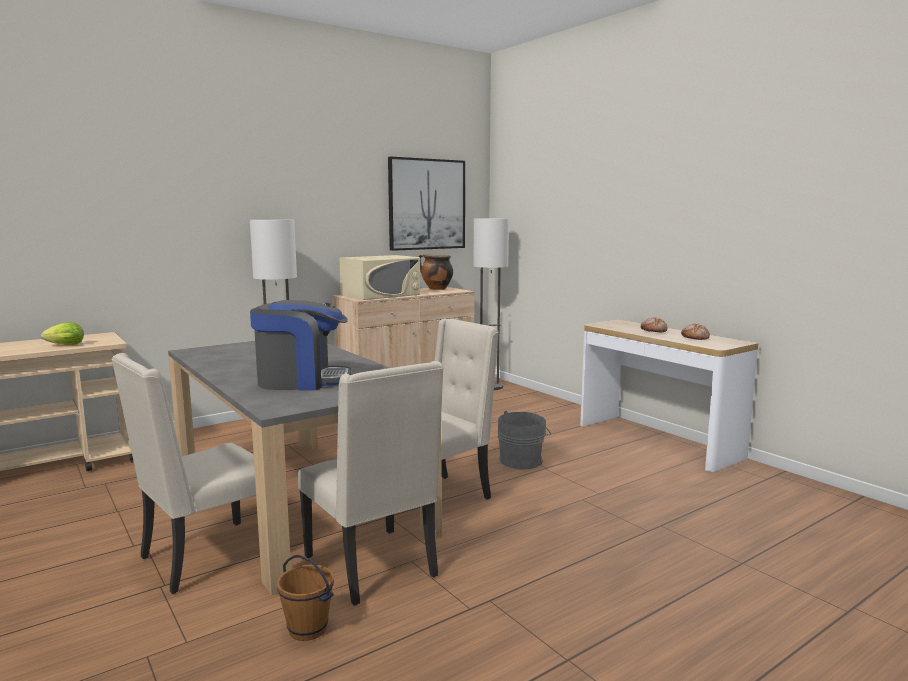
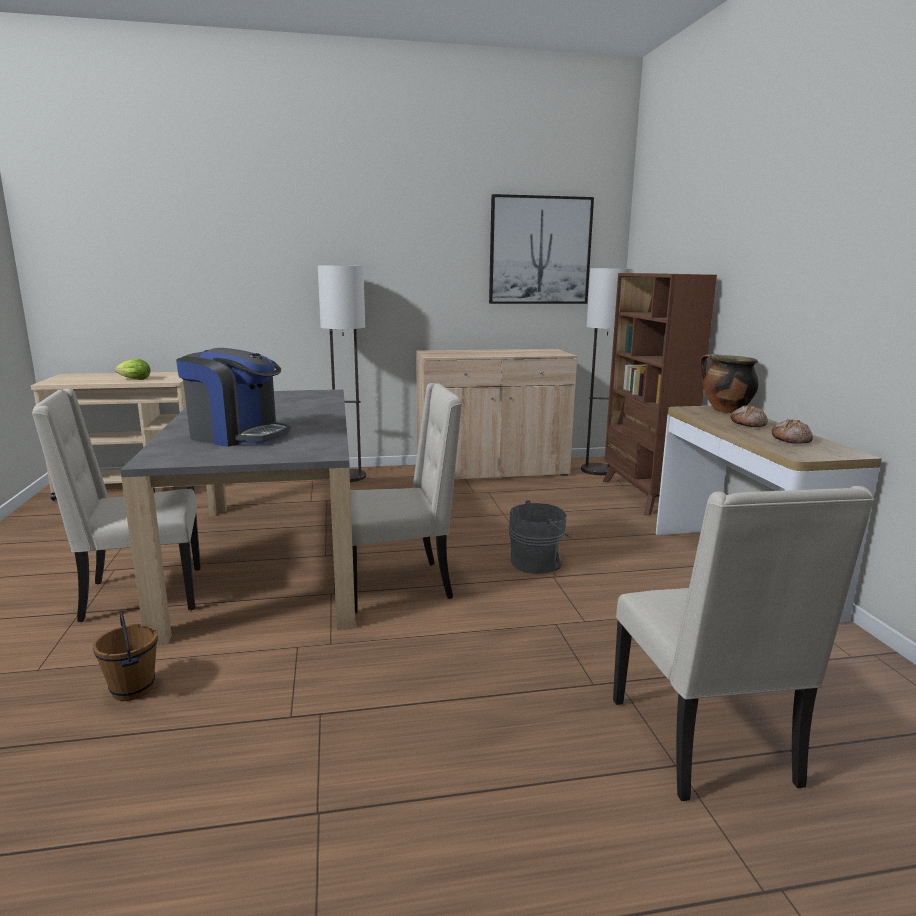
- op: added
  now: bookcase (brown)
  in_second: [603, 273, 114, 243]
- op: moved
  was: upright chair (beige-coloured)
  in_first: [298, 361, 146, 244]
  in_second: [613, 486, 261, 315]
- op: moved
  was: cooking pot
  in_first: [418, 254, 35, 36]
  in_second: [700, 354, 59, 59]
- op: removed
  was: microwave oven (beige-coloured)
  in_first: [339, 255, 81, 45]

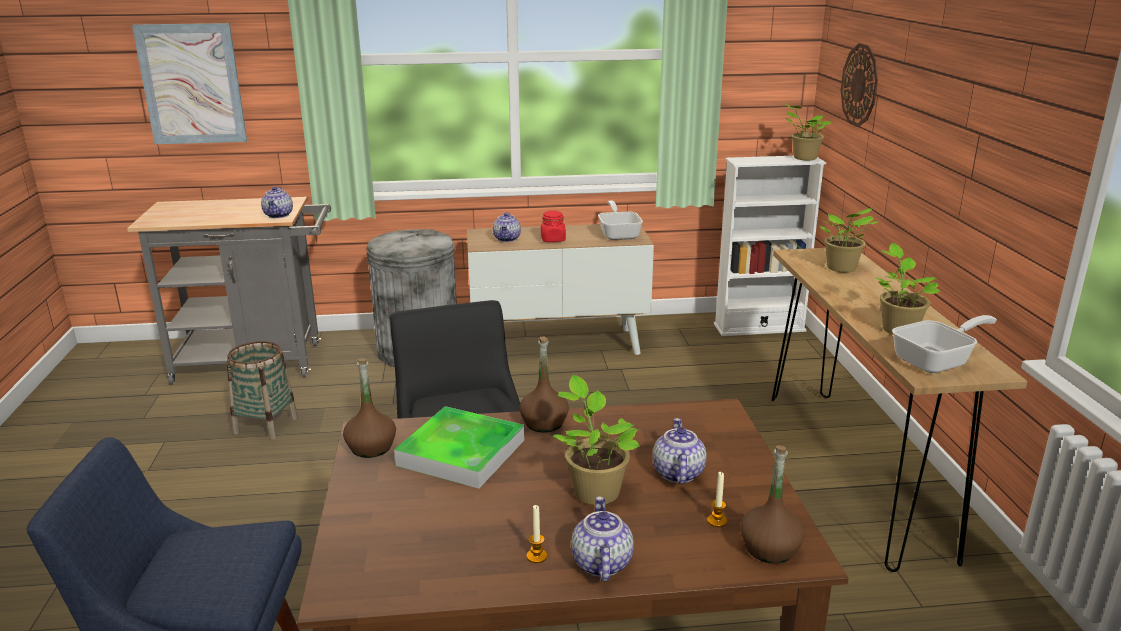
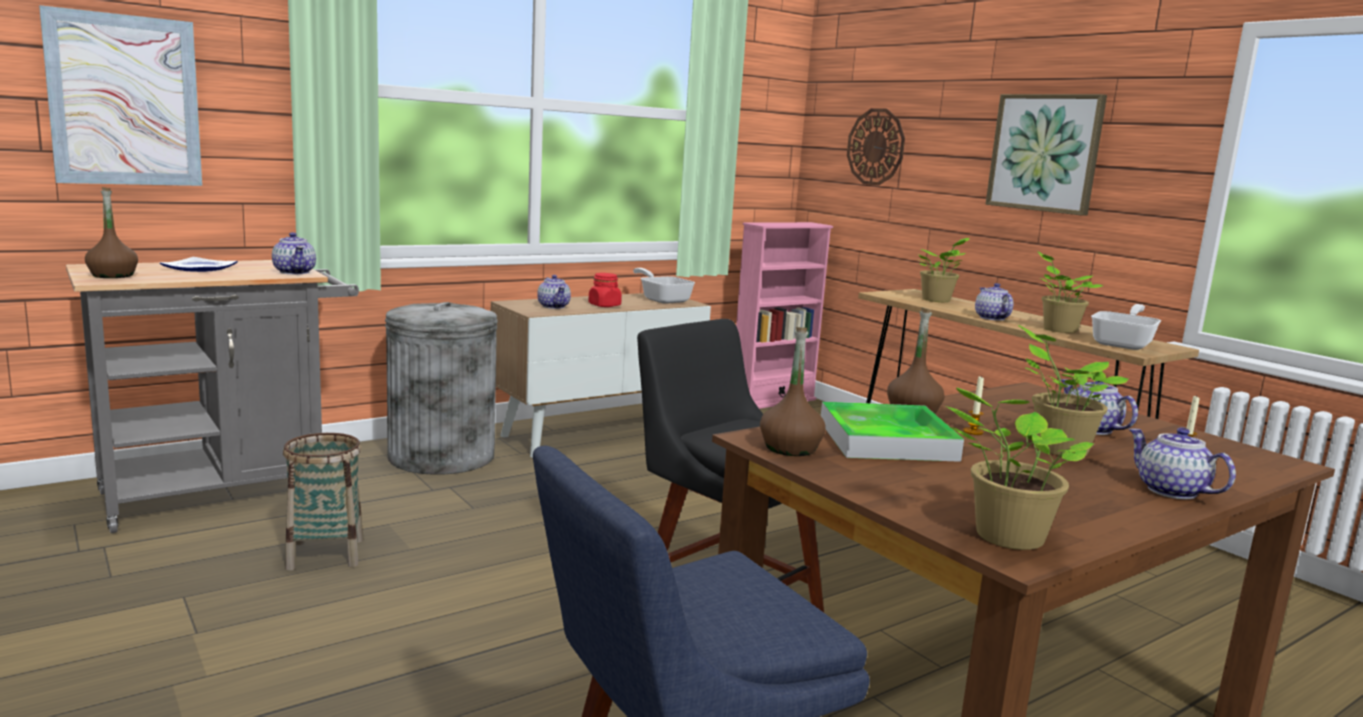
- op: moved
  was: drink bottle (brown)
  in_first: [740, 445, 64, 119]
  in_second: [85, 187, 53, 91]
- op: added
  now: dinner plate
  in_second: [160, 257, 78, 15]
- op: recoloured
  was: bookcase (whitish)
  now: bookcase (pinkish)
  in_first: [714, 156, 112, 180]
  in_second: [736, 222, 97, 187]
- op: moved
  was: plant in a pot
  in_first: [783, 103, 48, 57]
  in_second: [946, 387, 149, 163]
- op: moved
  was: wax candle
  in_first: [527, 505, 20, 58]
  in_second: [963, 375, 21, 60]
- op: added
  now: teapot
  in_second: [975, 283, 39, 38]
- op: added
  now: wall picture
  in_second: [986, 94, 121, 122]

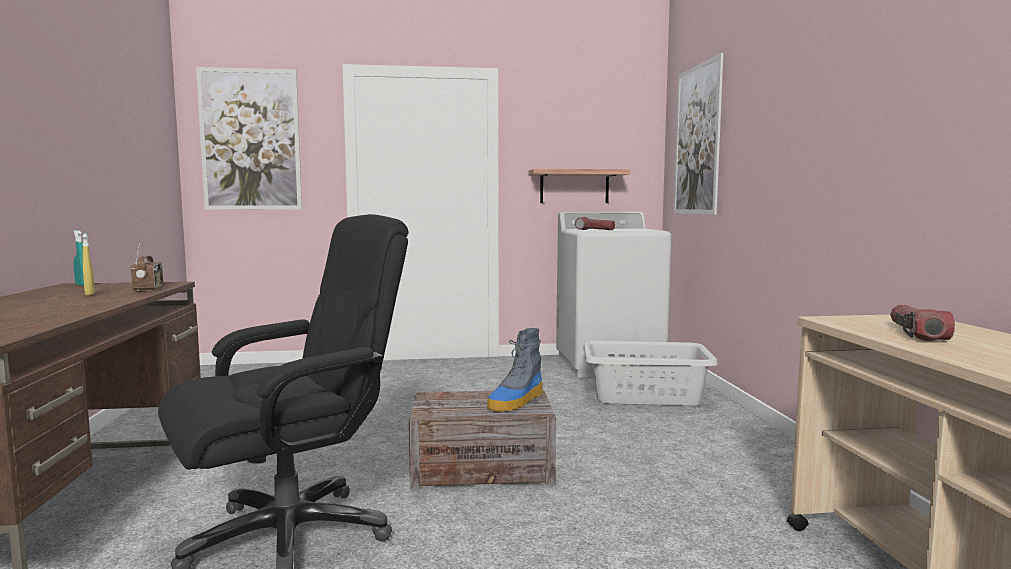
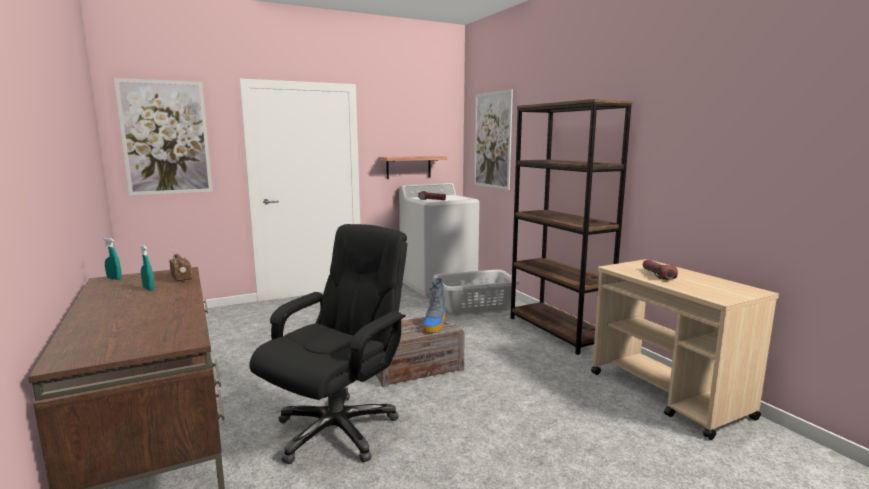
- op: recoloured
  was: sprayer (yellow)
  now: sprayer (blue-green)
  in_first: [82, 233, 13, 63]
  in_second: [139, 245, 15, 46]
- op: added
  now: bookcase (brown)
  in_second: [510, 99, 123, 256]

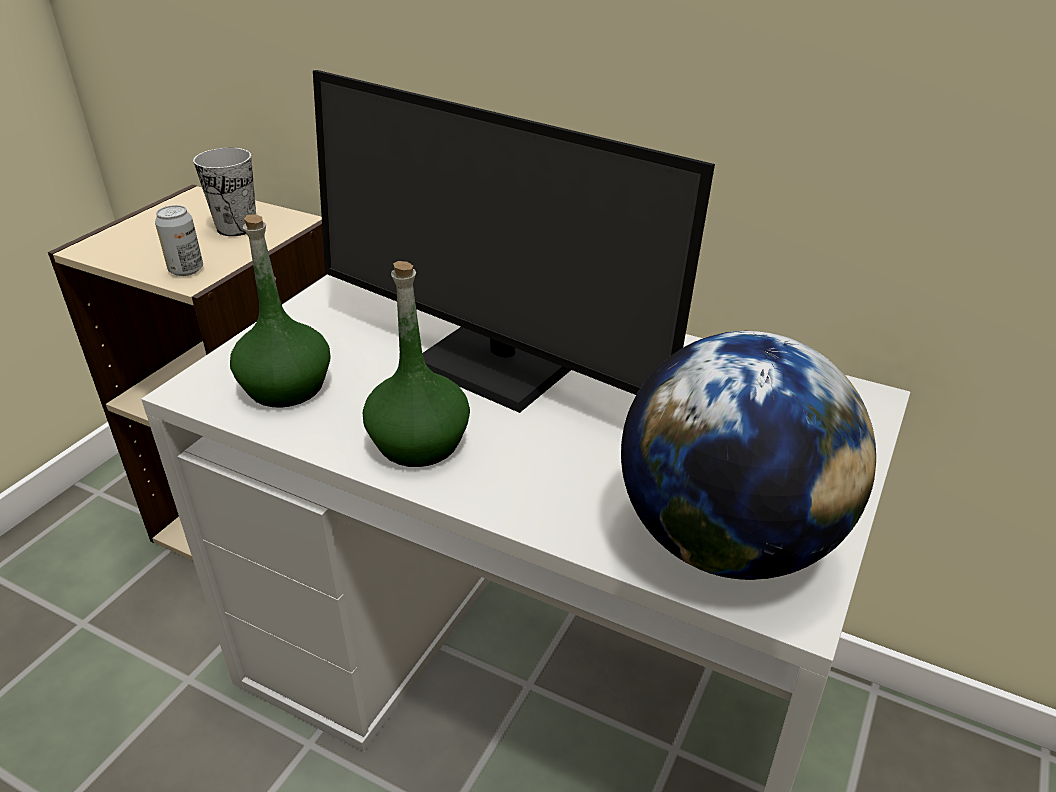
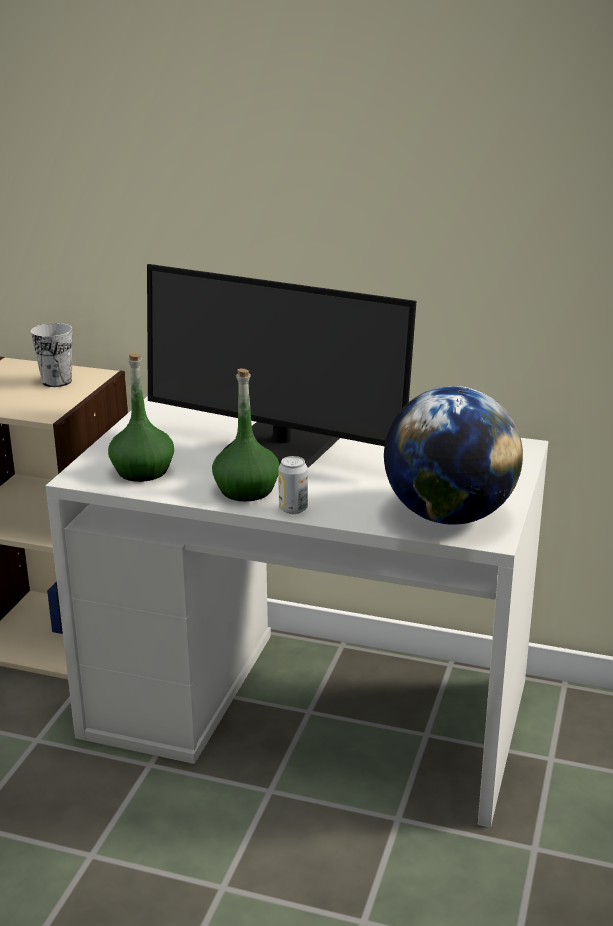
- op: moved
  was: can
  in_first: [155, 205, 48, 71]
  in_second: [278, 456, 30, 58]

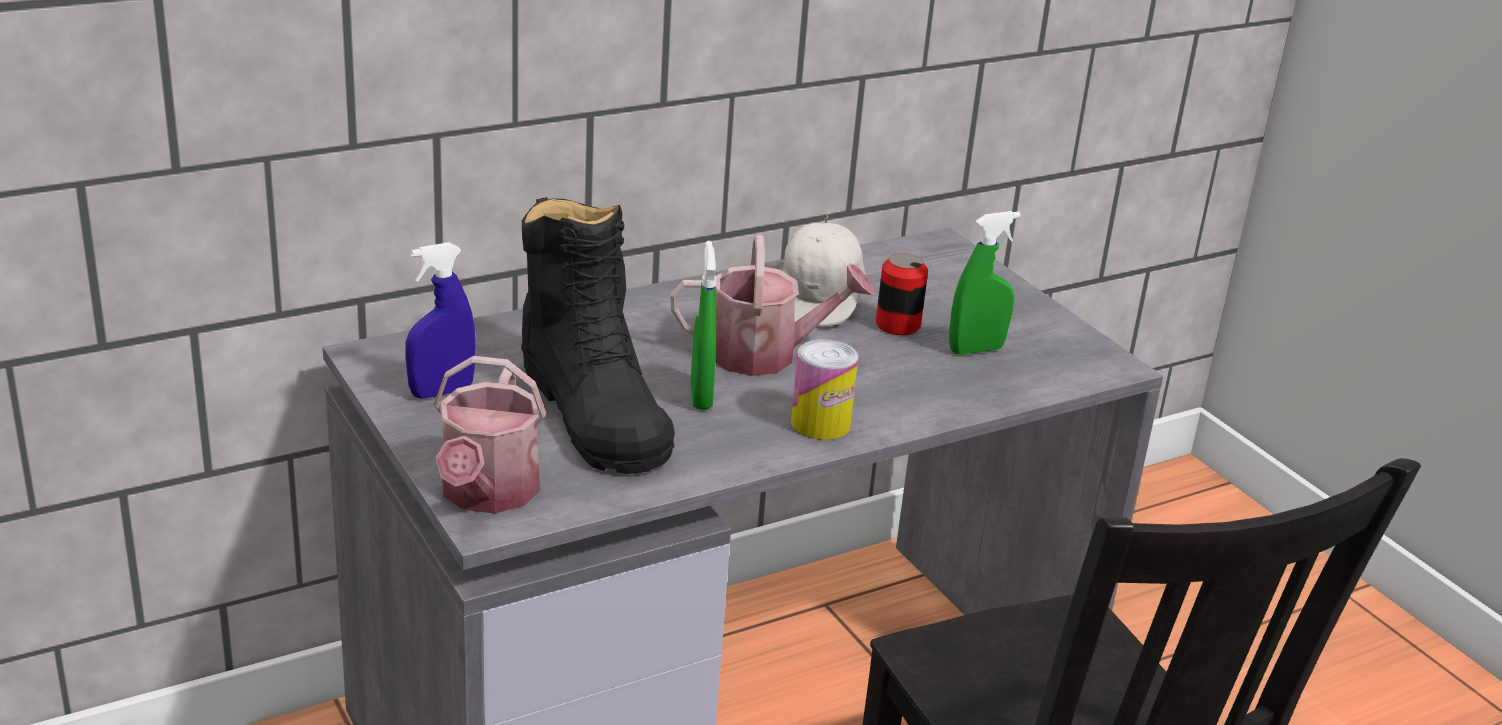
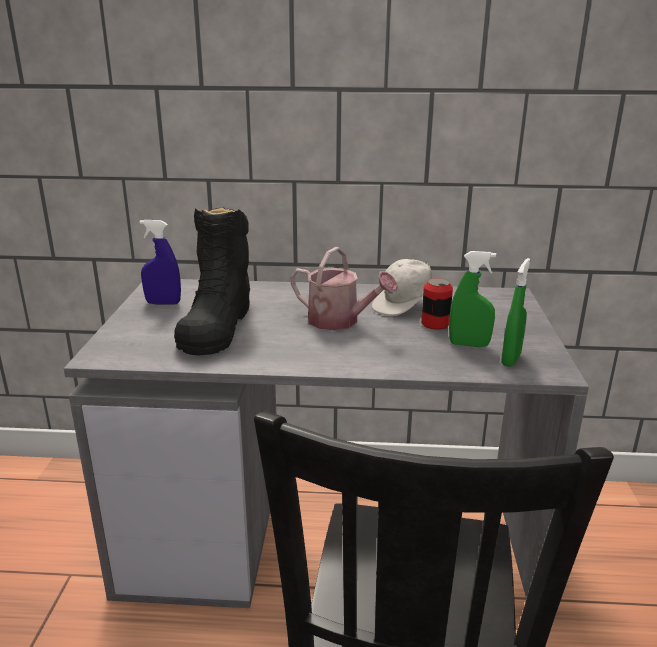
- op: moved
  was: sprayer (greenish)
  in_first: [691, 241, 25, 169]
  in_second: [501, 258, 29, 109]
- op: removed
  was: watering pot
  in_first: [434, 356, 112, 157]
- op: removed
  was: can
  in_first: [791, 339, 68, 101]

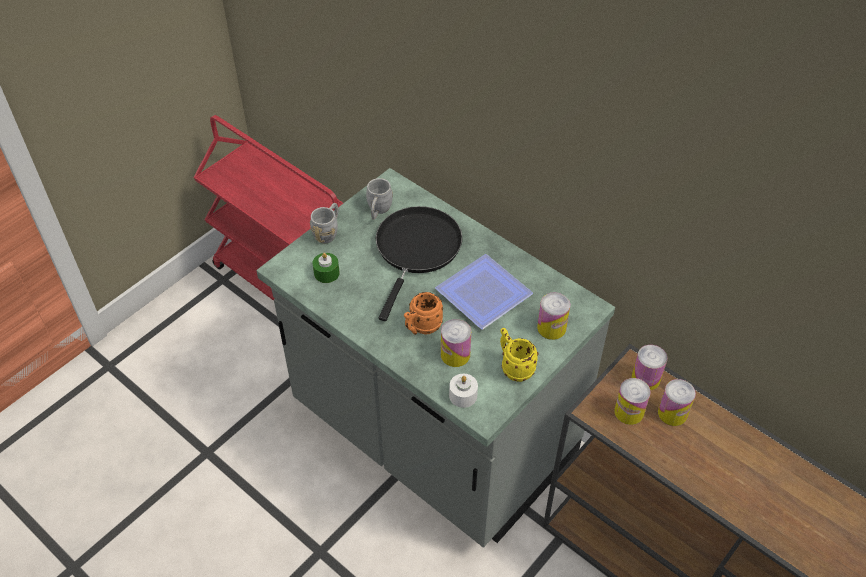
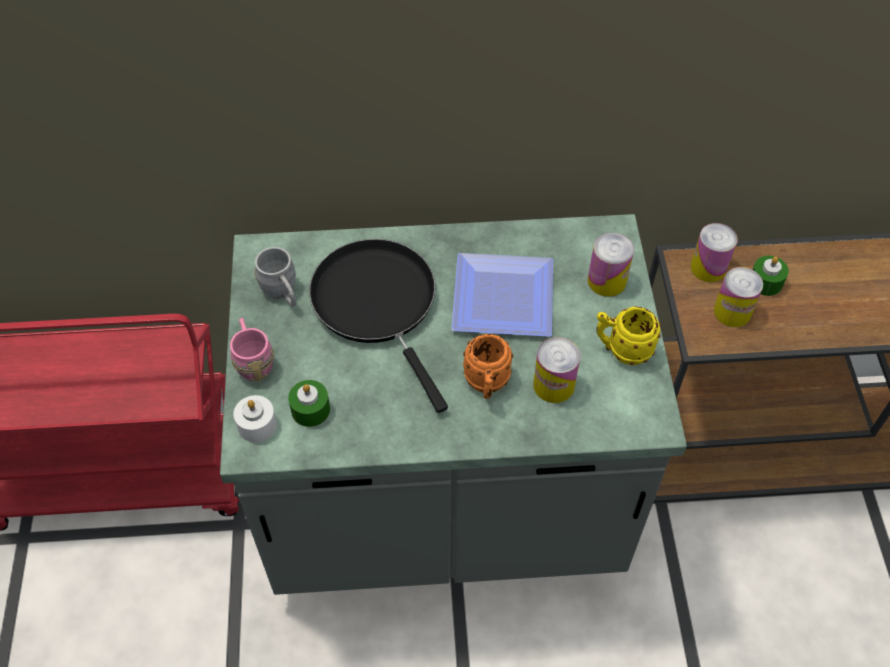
- op: recoloured
  was: mug (greyish)
  now: mug (pinkish)
  in_first: [310, 203, 28, 40]
  in_second: [230, 318, 44, 63]
- op: moved
  was: wax candle (whitish)
  in_first: [449, 374, 29, 34]
  in_second: [234, 395, 43, 48]
- op: replaced
  was: can
  now: wax candle (greenish)
  in_first: [658, 379, 38, 47]
  in_second: [752, 256, 37, 40]

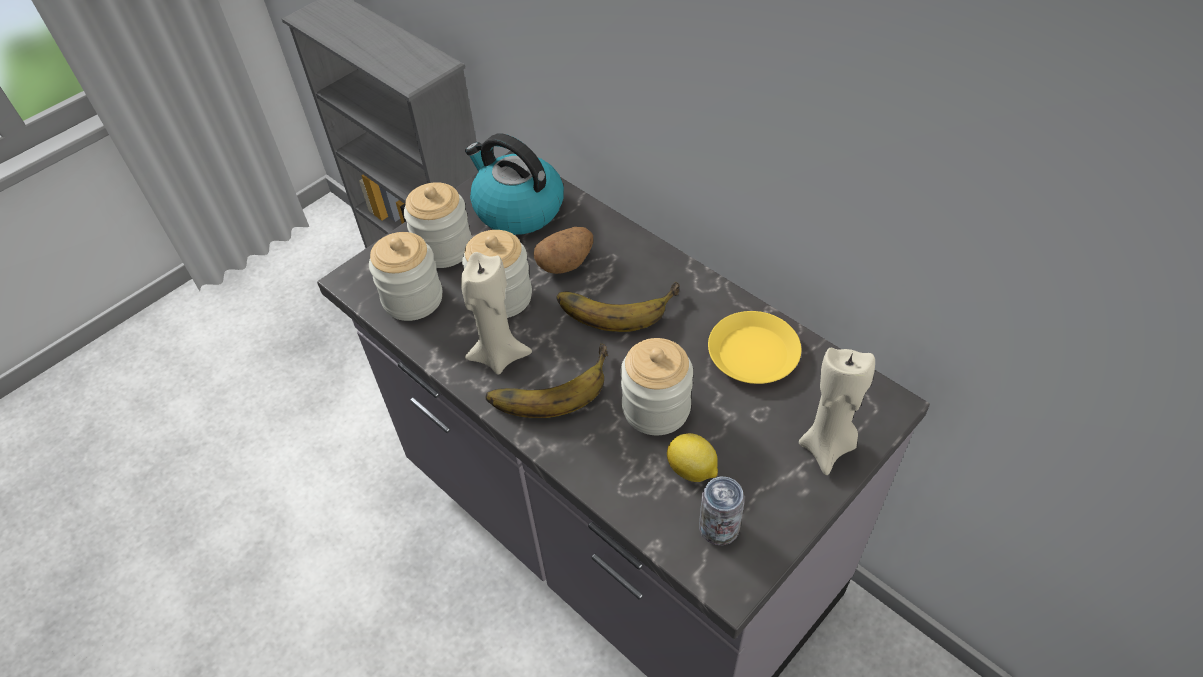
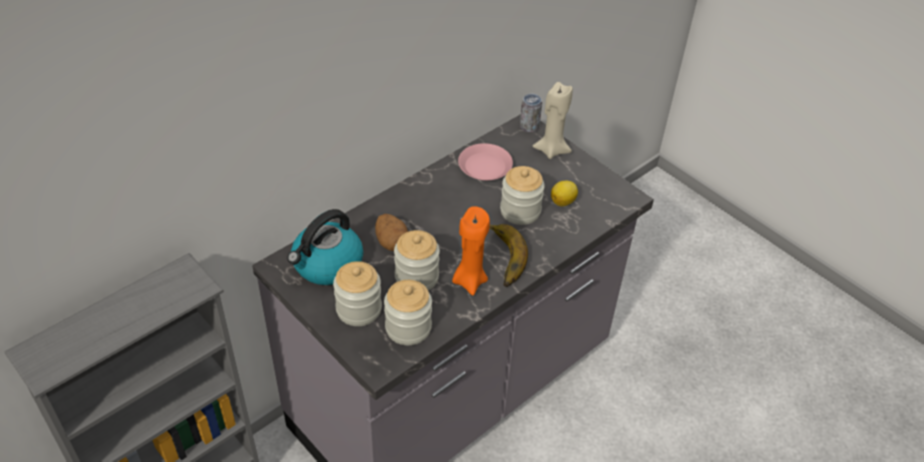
- op: recoloured
  was: wax candle (beige-coloured)
  now: wax candle (orangey)
  in_first: [461, 252, 71, 123]
  in_second: [452, 206, 38, 89]
- op: recoloured
  was: dinner plate (yellow)
  now: dinner plate (pinkish)
  in_first: [708, 311, 93, 73]
  in_second: [458, 143, 55, 38]
- op: moved
  was: can
  in_first: [699, 477, 45, 68]
  in_second: [520, 94, 22, 38]
- op: removed
  was: banana
  in_first: [556, 282, 124, 50]

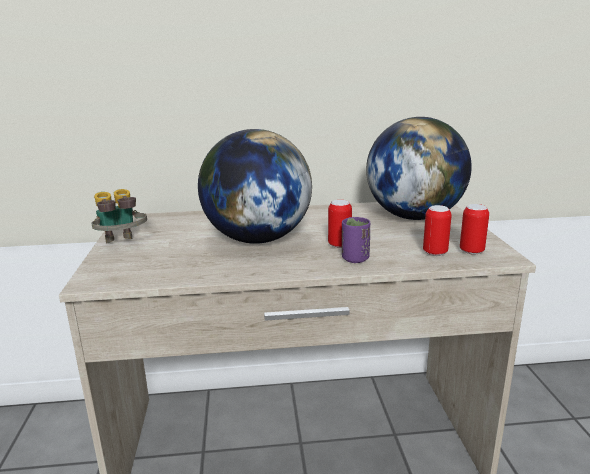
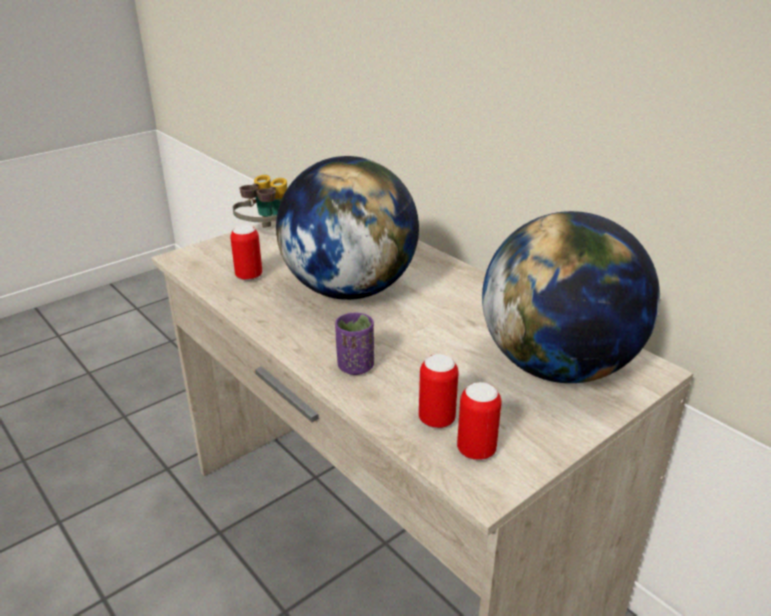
- op: moved
  was: can
  in_first: [328, 200, 24, 48]
  in_second: [230, 225, 32, 56]

